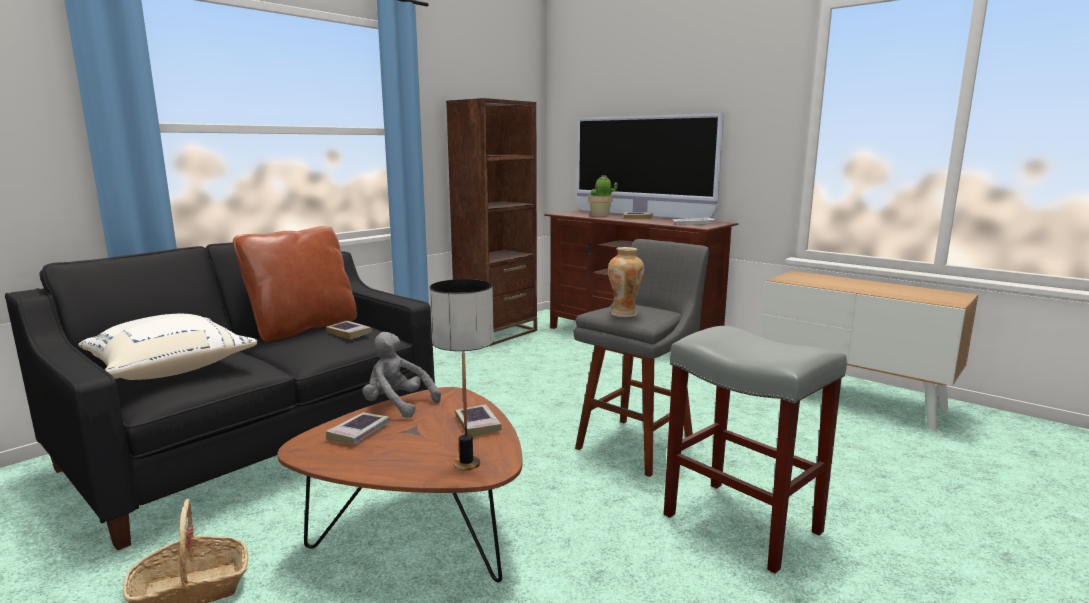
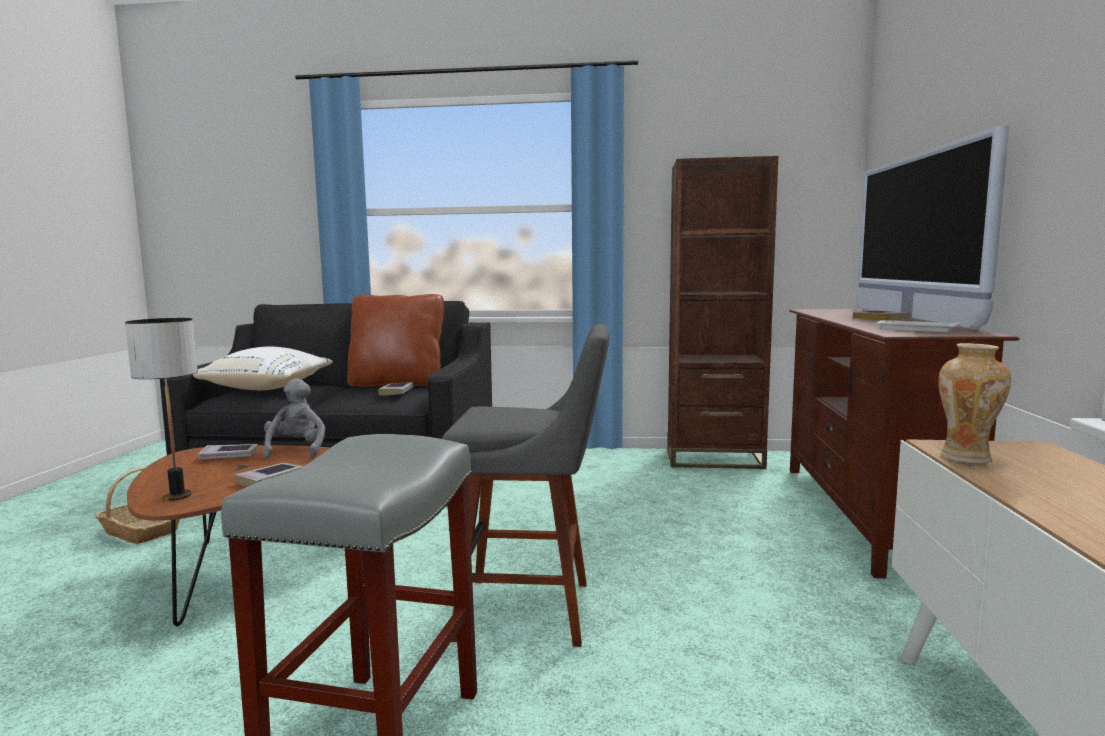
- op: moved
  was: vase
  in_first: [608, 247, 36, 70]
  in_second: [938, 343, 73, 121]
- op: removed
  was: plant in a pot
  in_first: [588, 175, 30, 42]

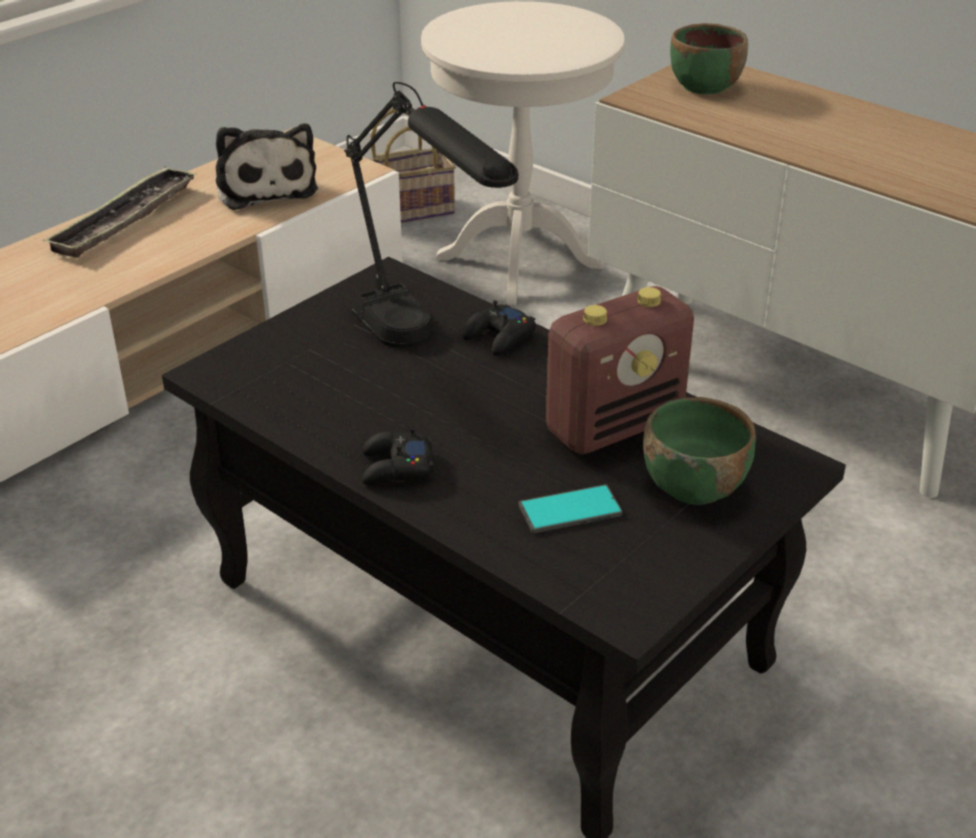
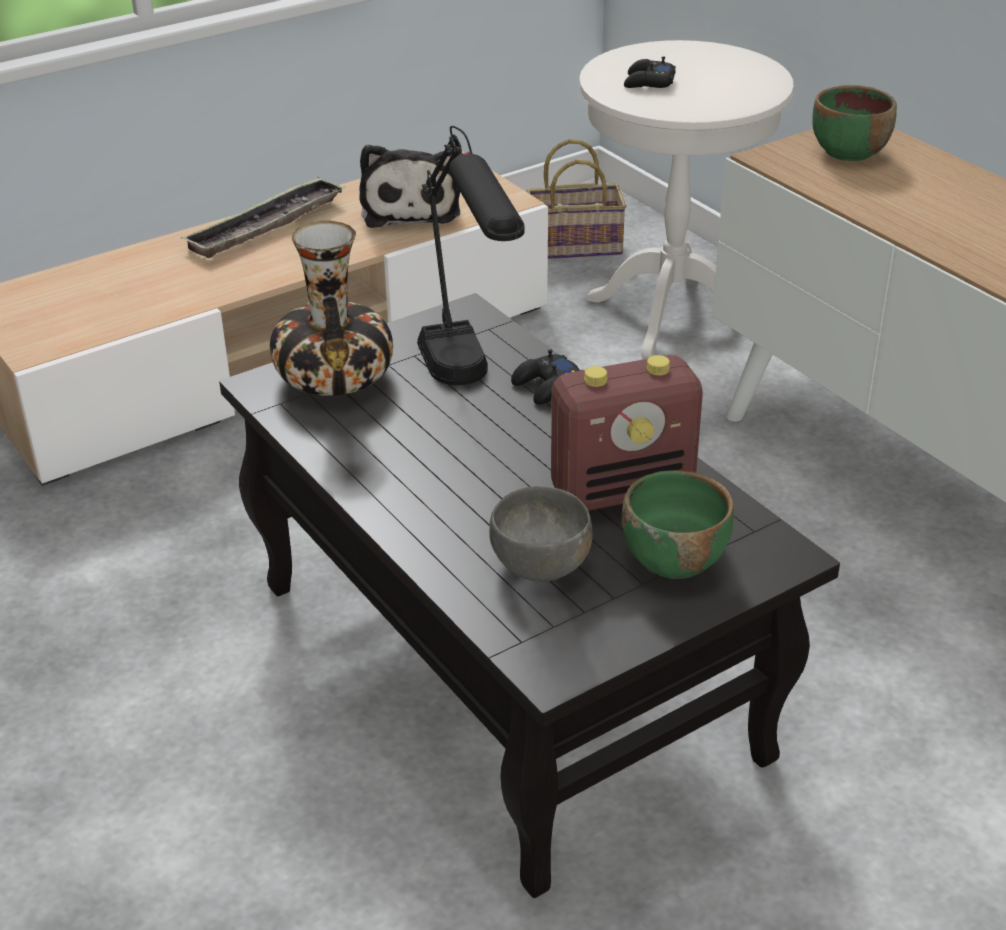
- op: added
  now: vase
  in_second: [270, 221, 123, 175]
- op: replaced
  was: telephone
  now: serving bowl (greyish)
  in_first: [518, 484, 105, 49]
  in_second: [489, 486, 103, 96]
- op: moved
  was: game controller (black-coloured)
  in_first: [362, 427, 71, 58]
  in_second: [624, 57, 52, 31]

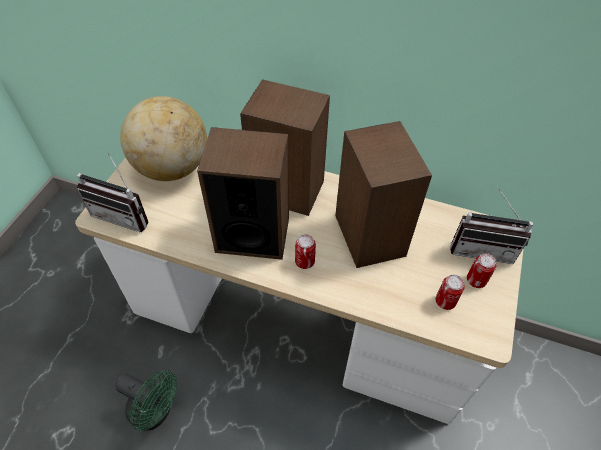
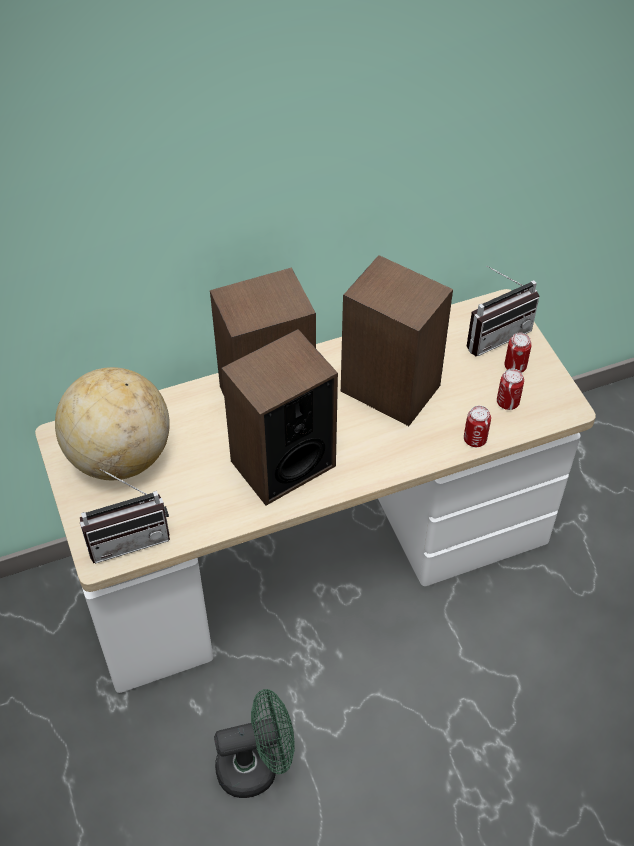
- op: moved
  was: can
  in_first: [295, 234, 21, 35]
  in_second: [464, 406, 27, 41]

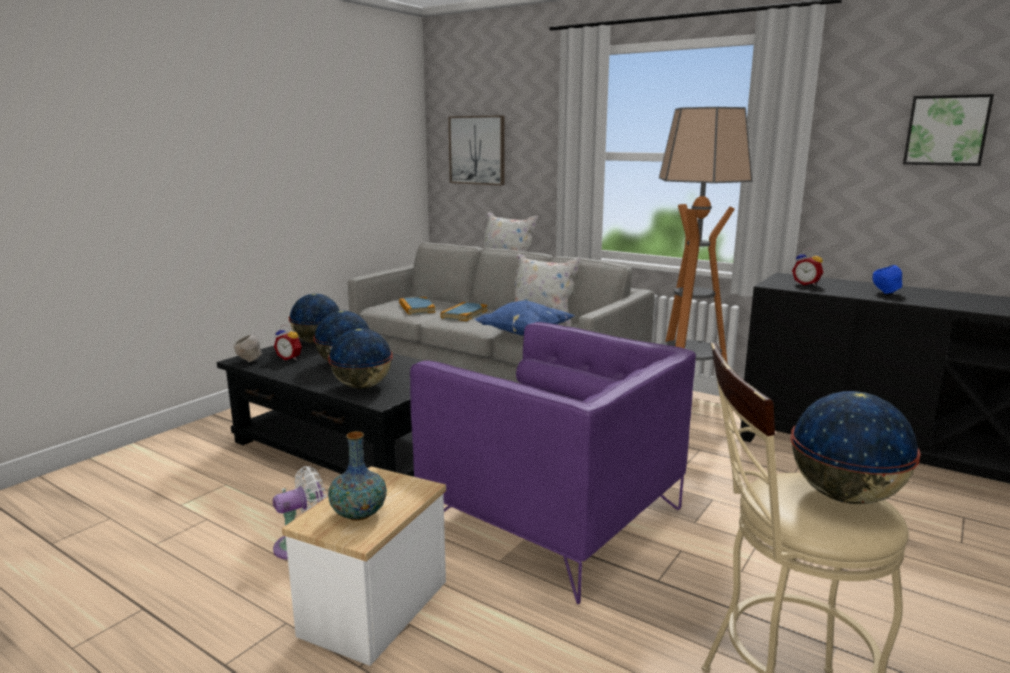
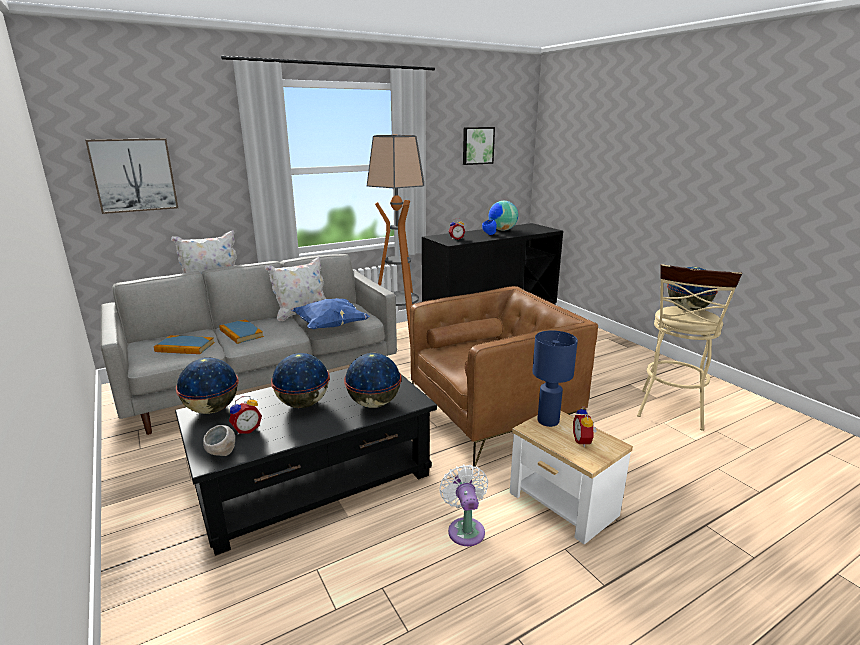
- op: recoloured
  was: easy chair (purplish)
  now: easy chair (brown)
  in_first: [410, 322, 286, 282]
  in_second: [410, 286, 188, 181]
- op: added
  now: desk globe
  in_second: [488, 201, 30, 30]
- op: added
  now: lamp for a table (blue-coloured)
  in_second: [532, 330, 46, 97]
- op: replaced
  was: vase
  now: table clock
  in_first: [328, 431, 59, 90]
  in_second: [573, 406, 24, 42]

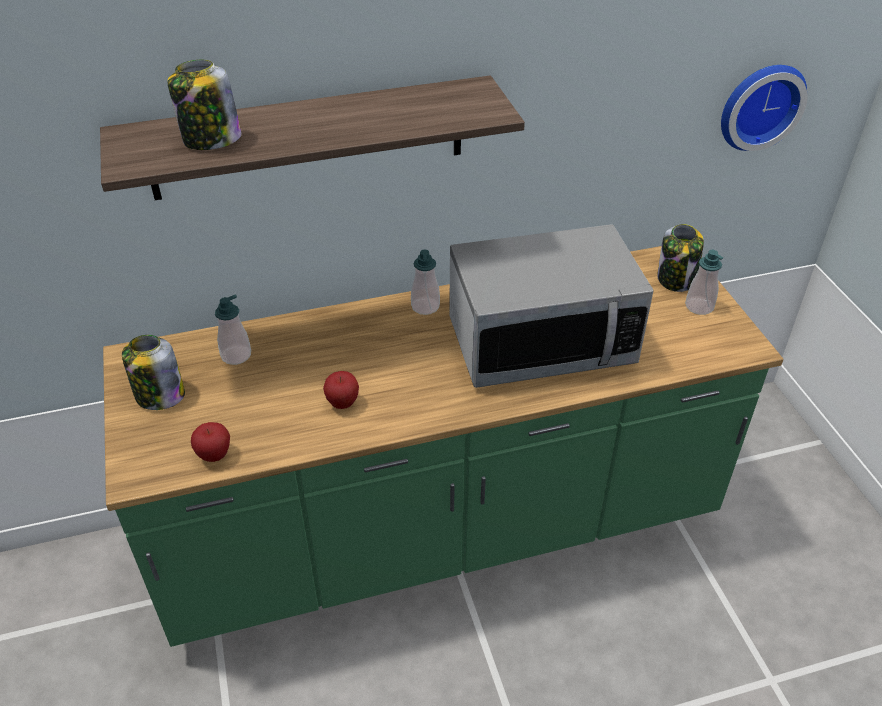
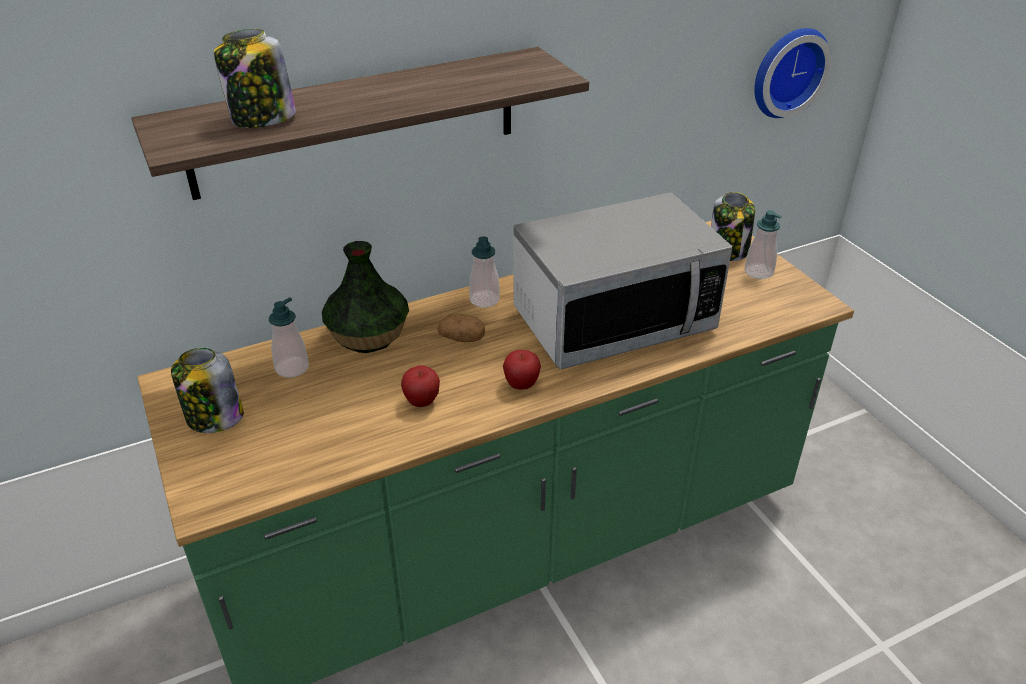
- op: added
  now: vase
  in_second: [322, 241, 87, 112]
- op: added
  now: whole potato
  in_second: [437, 314, 48, 28]
- op: moved
  was: apple fruit
  in_first: [191, 422, 39, 40]
  in_second: [503, 350, 38, 40]

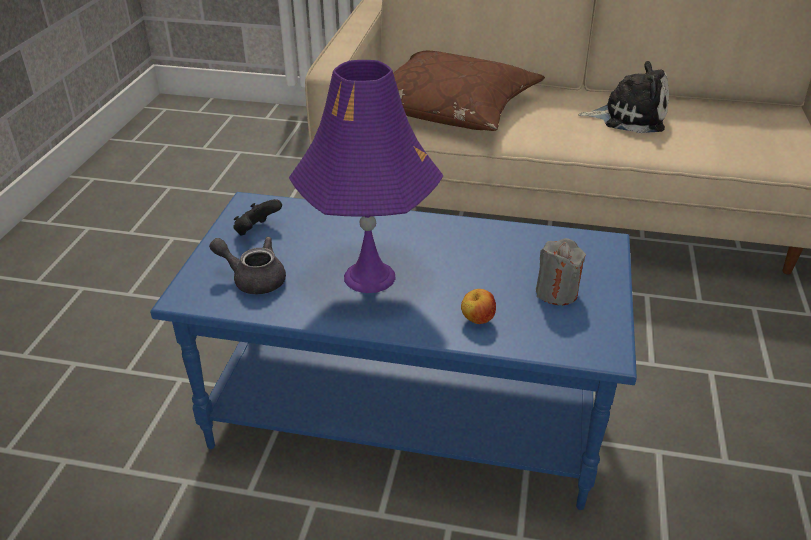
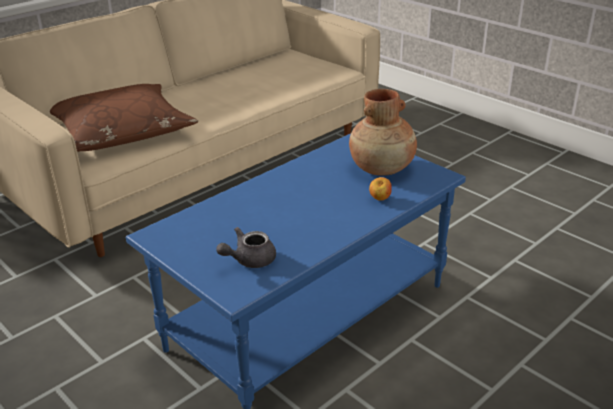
- op: replaced
  was: wax candle (greyish)
  now: vase (brown)
  in_first: [536, 238, 50, 67]
  in_second: [349, 89, 68, 87]
- op: removed
  was: game controller (black-coloured)
  in_first: [233, 199, 49, 37]
- op: removed
  was: lamp for a table (purplish)
  in_first: [289, 60, 155, 233]
- op: removed
  was: cuddly toy
  in_first: [578, 61, 91, 72]

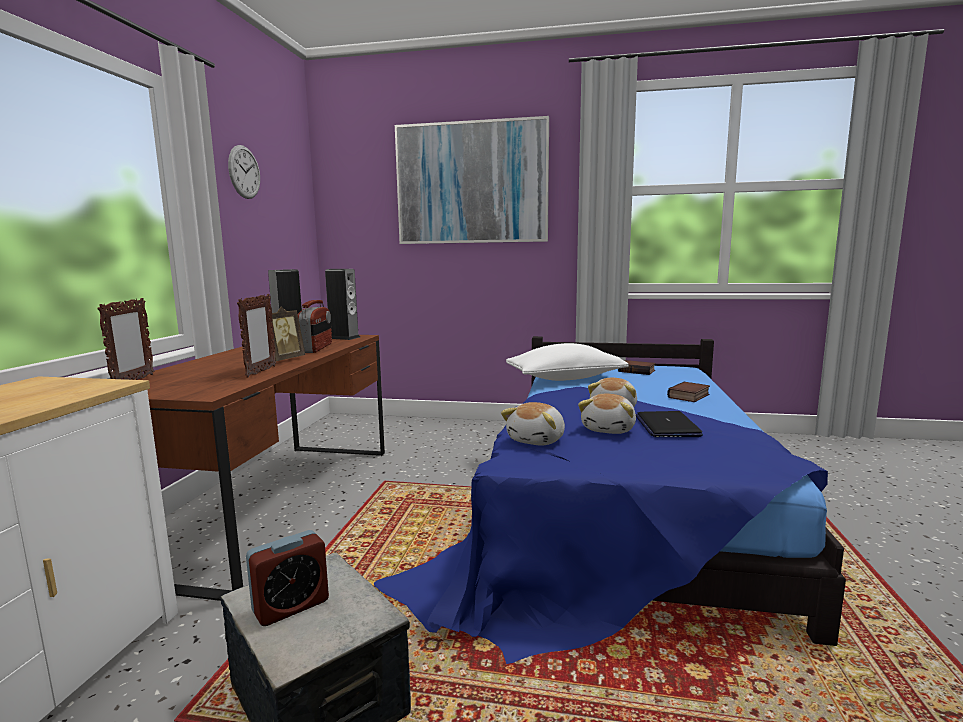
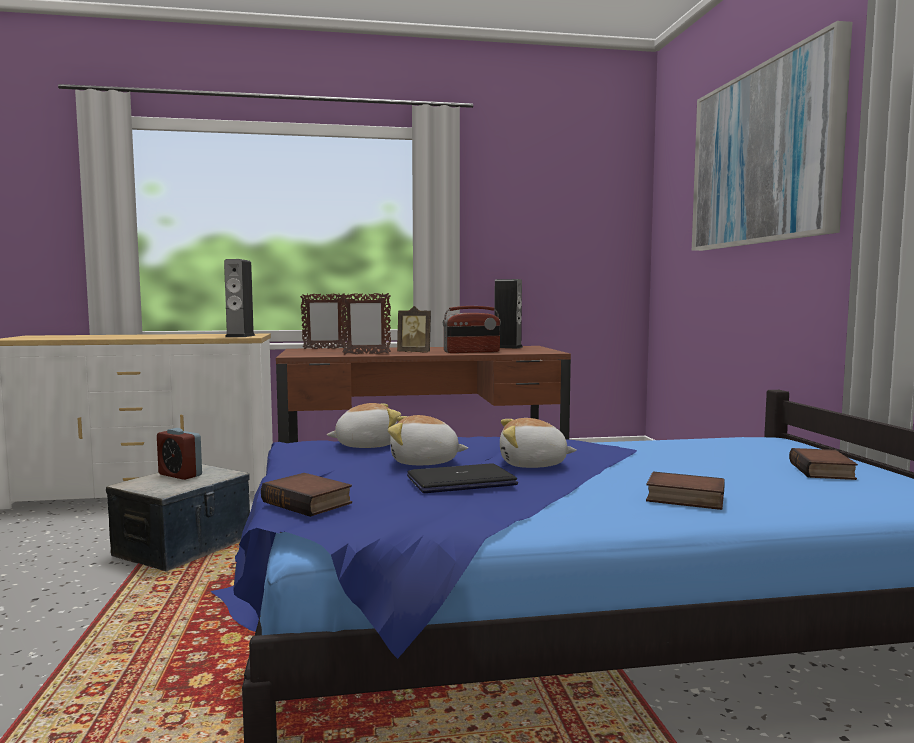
- op: moved
  was: speaker
  in_first: [325, 269, 35, 71]
  in_second: [224, 259, 32, 78]
- op: added
  now: volume
  in_second: [261, 473, 91, 44]
- op: turned
  was: cuddly toy
  in_first: [501, 402, 64, 44]
  in_second: [327, 403, 74, 45]
  clockwise: 150
- op: removed
  was: hanging clock
  in_first: [228, 145, 32, 54]
- op: removed
  was: pillow (whitish)
  in_first: [506, 343, 123, 38]

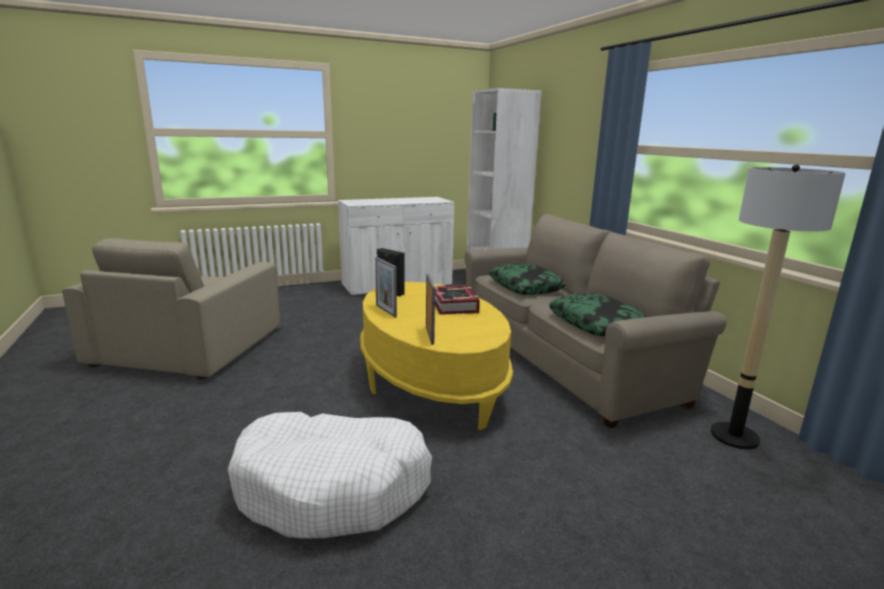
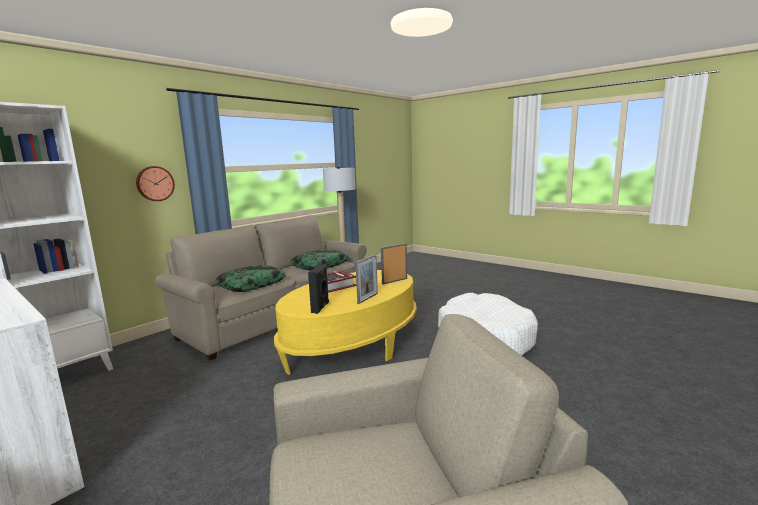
- op: added
  now: hanging clock
  in_second: [136, 166, 39, 35]

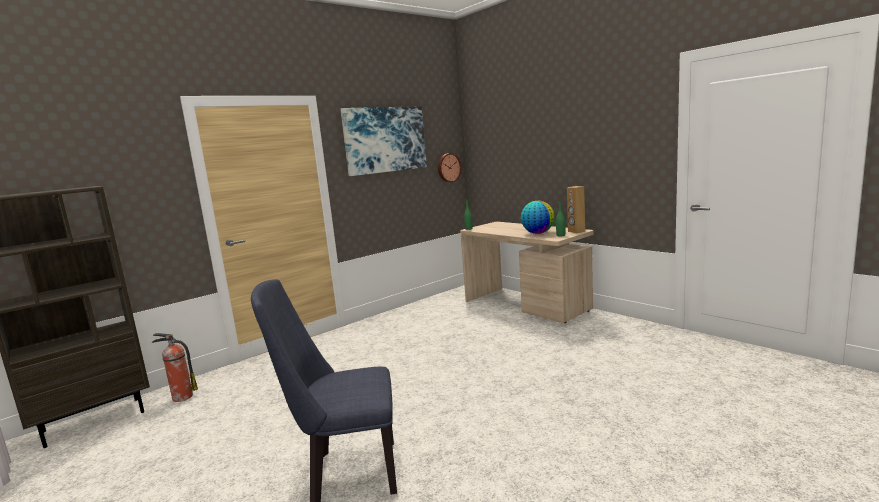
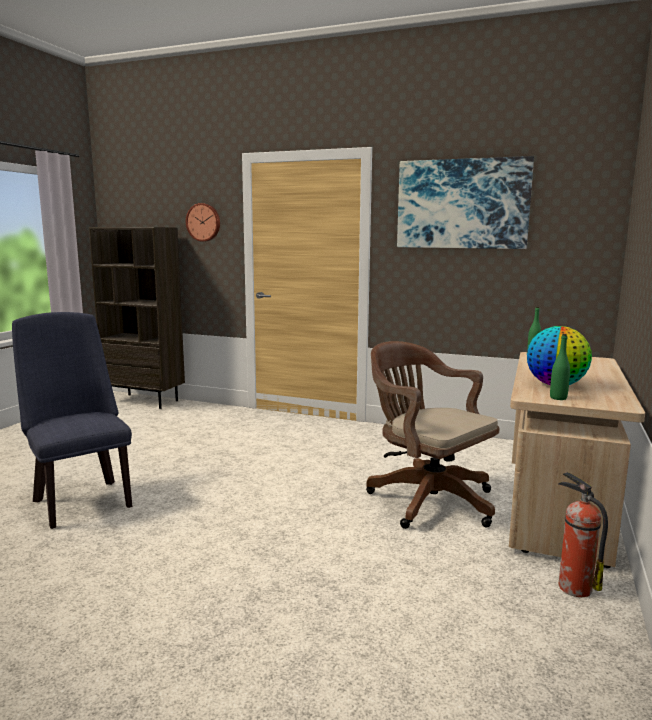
- op: moved
  was: hanging clock
  in_first: [438, 153, 24, 29]
  in_second: [186, 203, 34, 39]
- op: added
  now: computer chair (brown)
  in_second: [366, 341, 133, 188]
- op: moved
  was: extinguisher
  in_first: [152, 333, 46, 69]
  in_second: [558, 472, 50, 125]
- op: removed
  was: speaker (brown)
  in_first: [567, 186, 18, 47]

